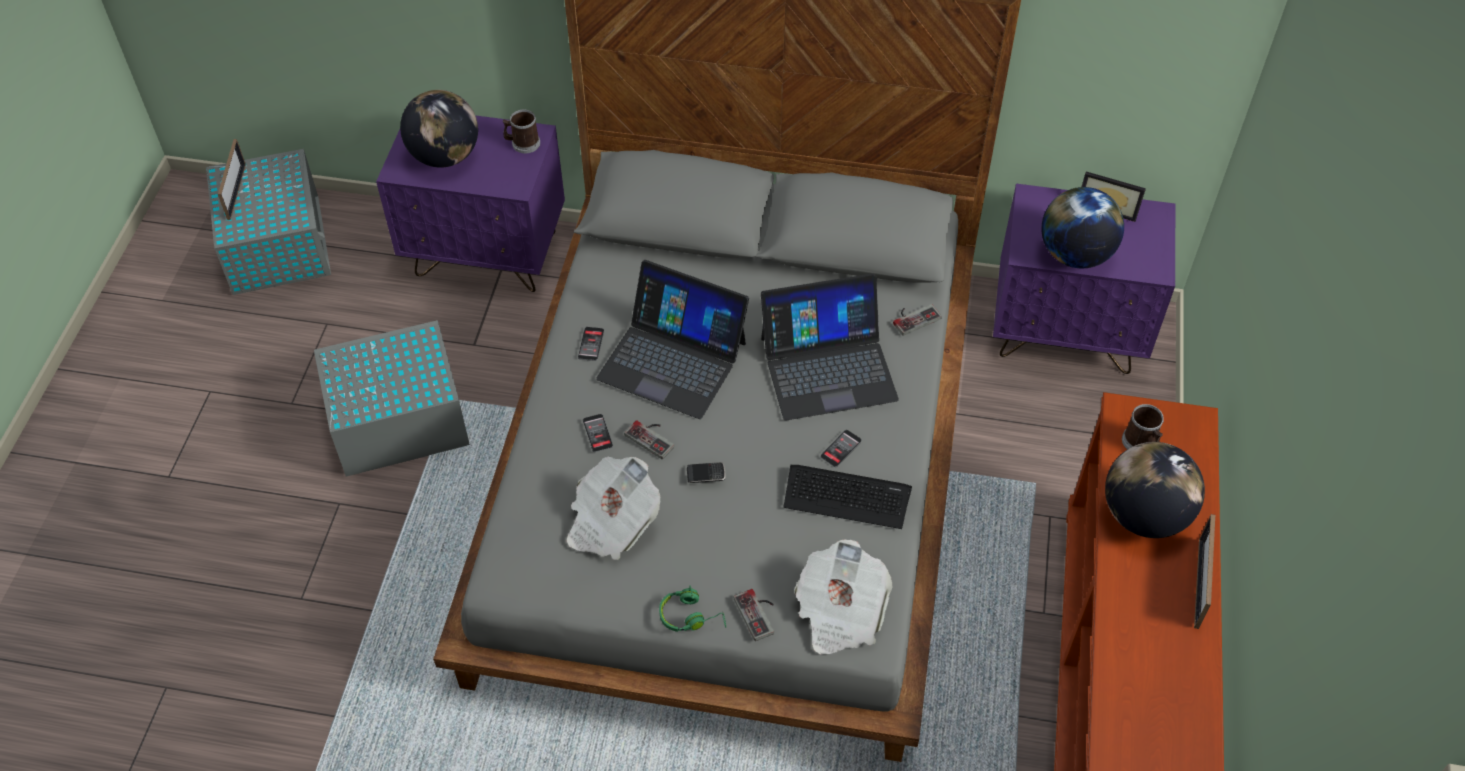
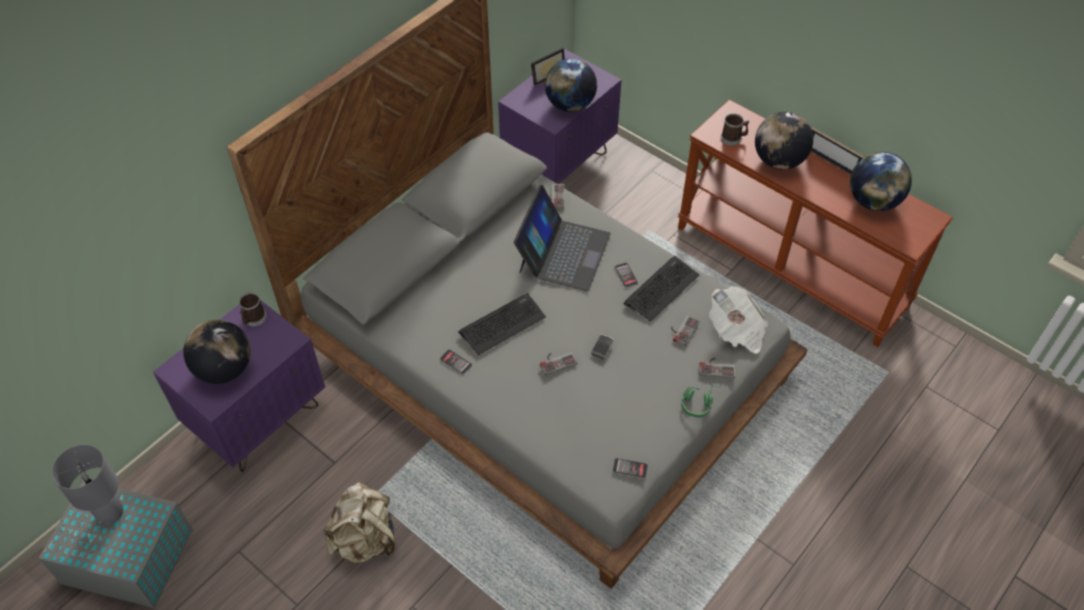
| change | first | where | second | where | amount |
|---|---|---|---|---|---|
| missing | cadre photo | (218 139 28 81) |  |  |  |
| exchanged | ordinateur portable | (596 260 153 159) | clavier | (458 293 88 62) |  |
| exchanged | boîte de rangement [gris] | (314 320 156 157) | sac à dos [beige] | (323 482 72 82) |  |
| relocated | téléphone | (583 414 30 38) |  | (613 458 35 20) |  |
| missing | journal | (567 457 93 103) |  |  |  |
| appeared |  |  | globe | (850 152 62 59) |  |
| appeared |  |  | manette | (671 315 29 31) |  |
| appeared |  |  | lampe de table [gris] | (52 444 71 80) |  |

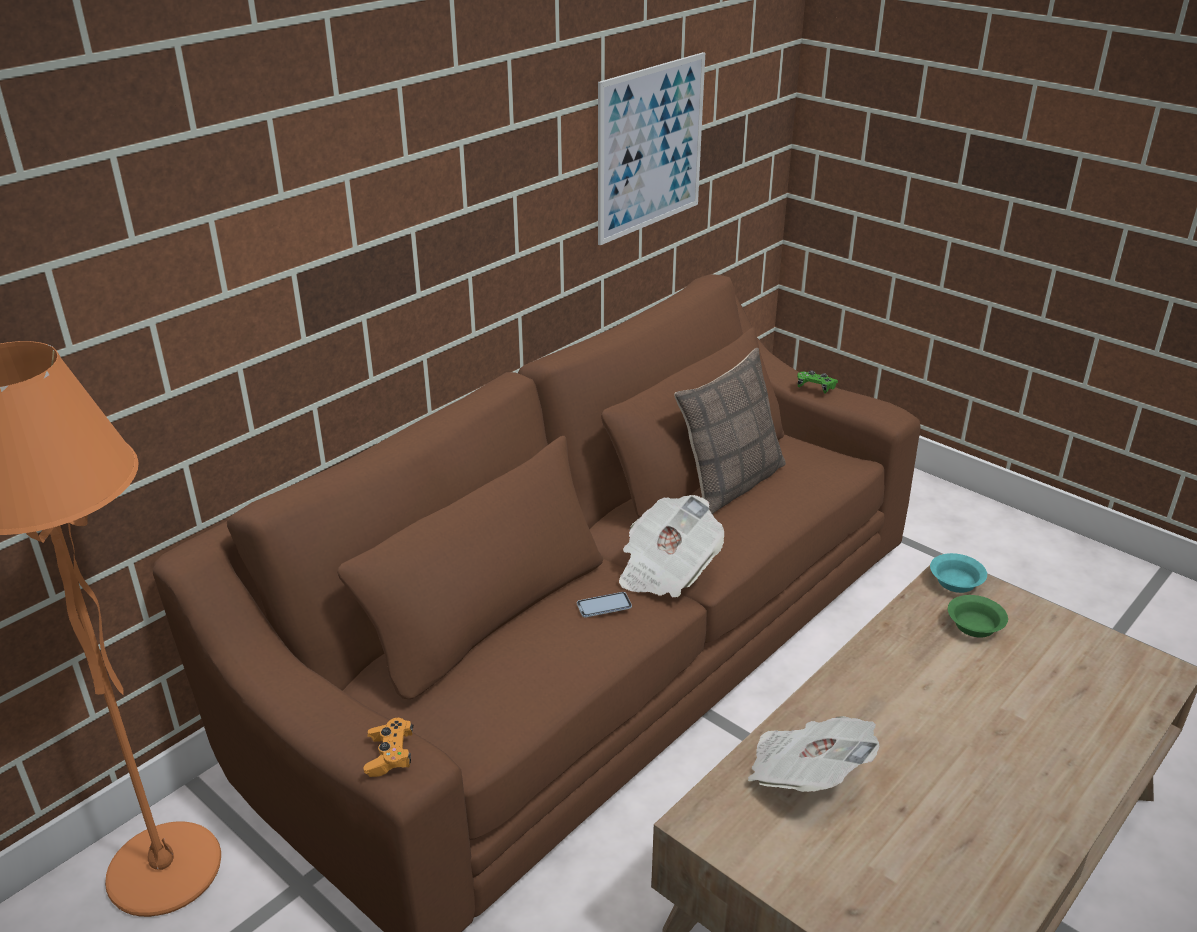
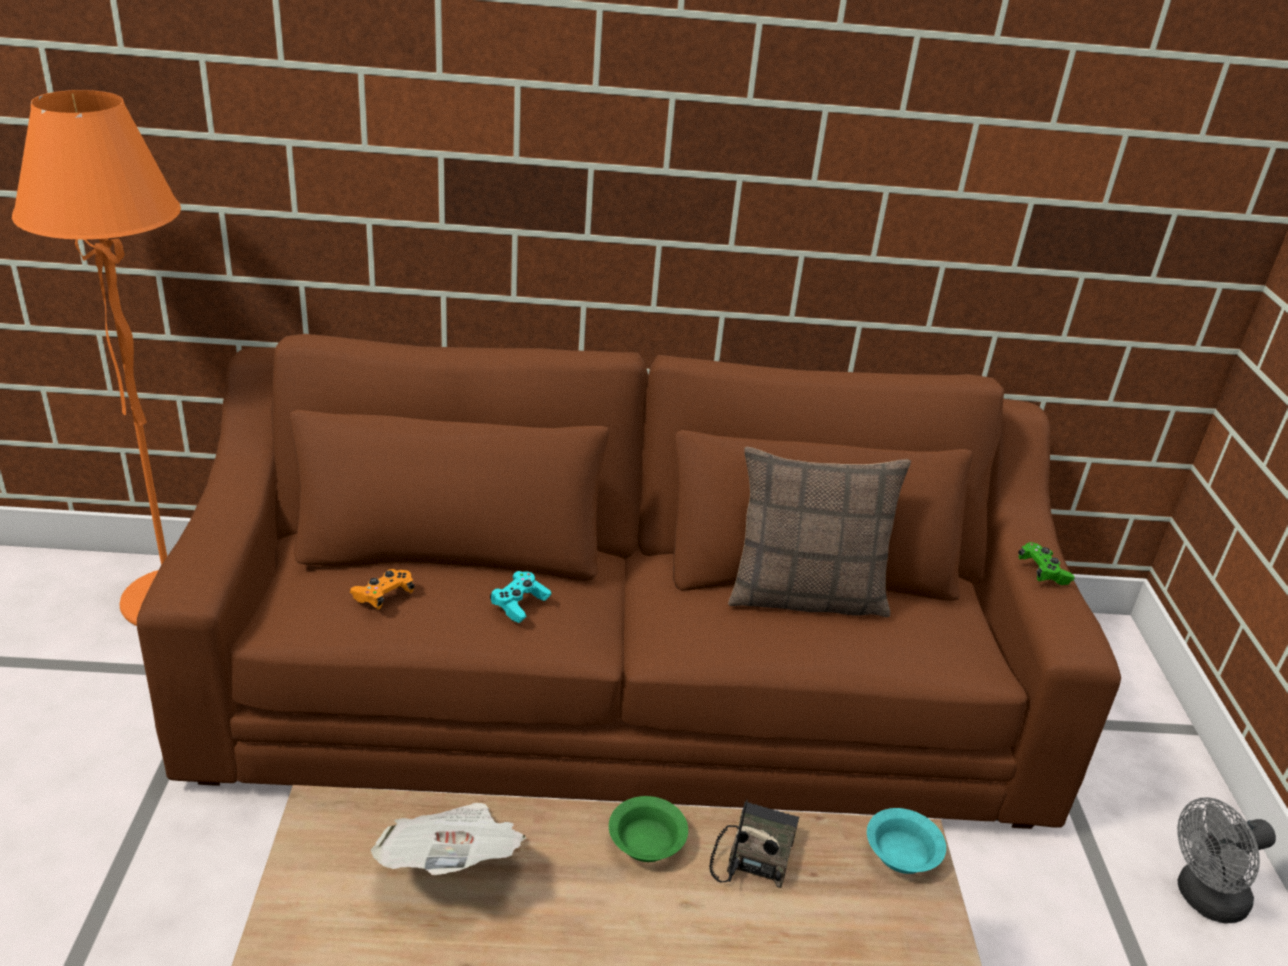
| change | first | where | second | where | amount |
|---|---|---|---|---|---|
| missing | tableau | (598 52 107 193) |  |  |  |
| missing | journal | (619 495 105 102) |  |  |  |
| exchanged | téléphone | (577 592 55 26) | manette [turquoise] | (490 571 61 52) |  |
| relocated | bol [vert] | (948 595 60 43) |  | (609 796 79 66) |  |
| relocated | manette [orange] | (364 718 49 59) |  | (350 569 64 41) |  |
| appeared |  |  | ventilateur [gris] | (1177 797 99 127) |  |
| appeared |  |  | radio | (709 799 90 89) |  |

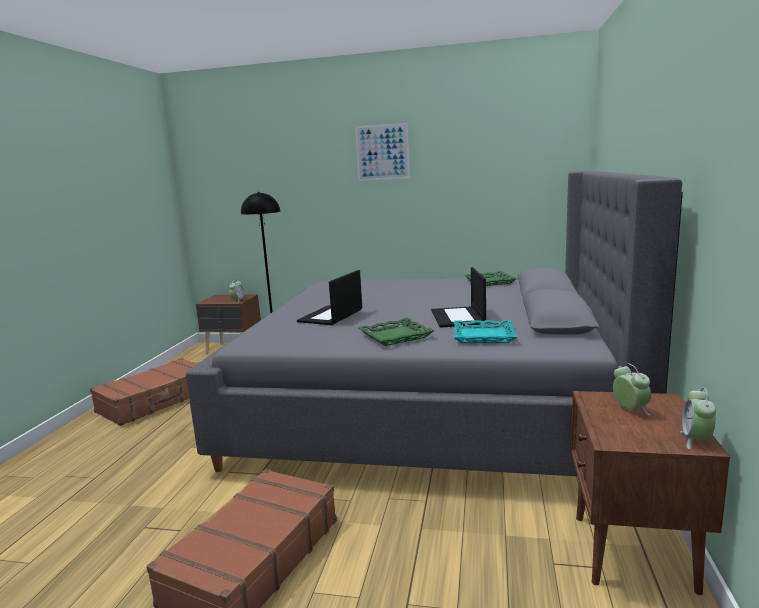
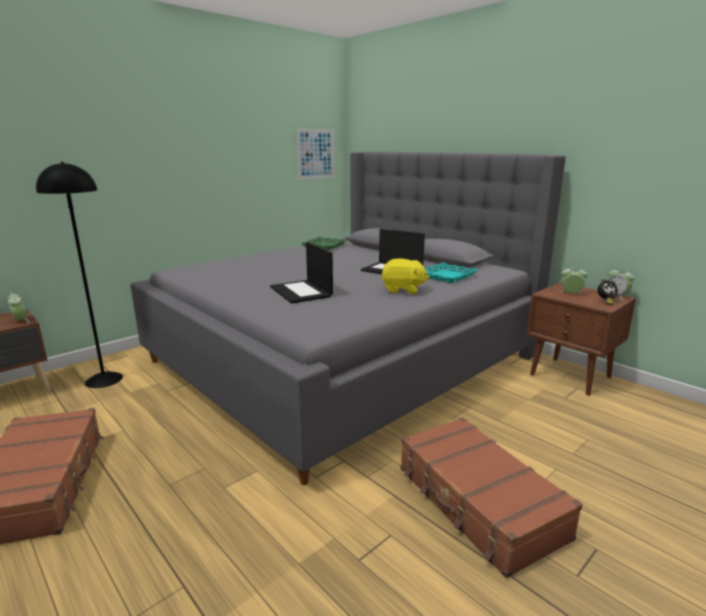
| change | first | where | second | where | amount |
|---|---|---|---|---|---|
| relocated | tableau | (355 123 55 58) |  | (296 129 38 50) |  |
| exchanged | plateau [vert] | (358 318 77 28) | peluche [jaune] | (381 259 49 35) |  |
| appeared |  |  | réveil | (598 278 20 27) |  |

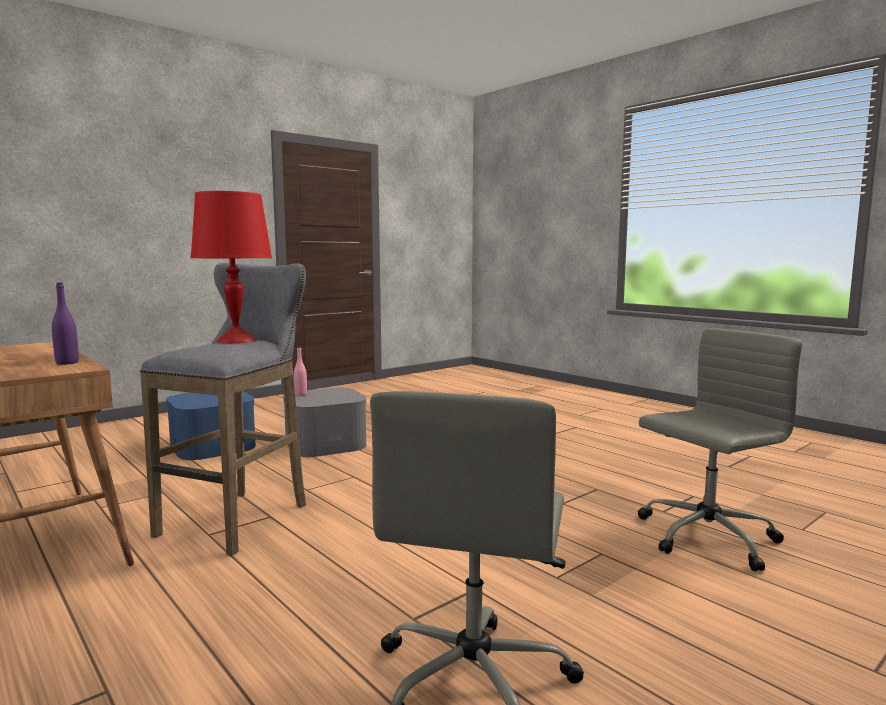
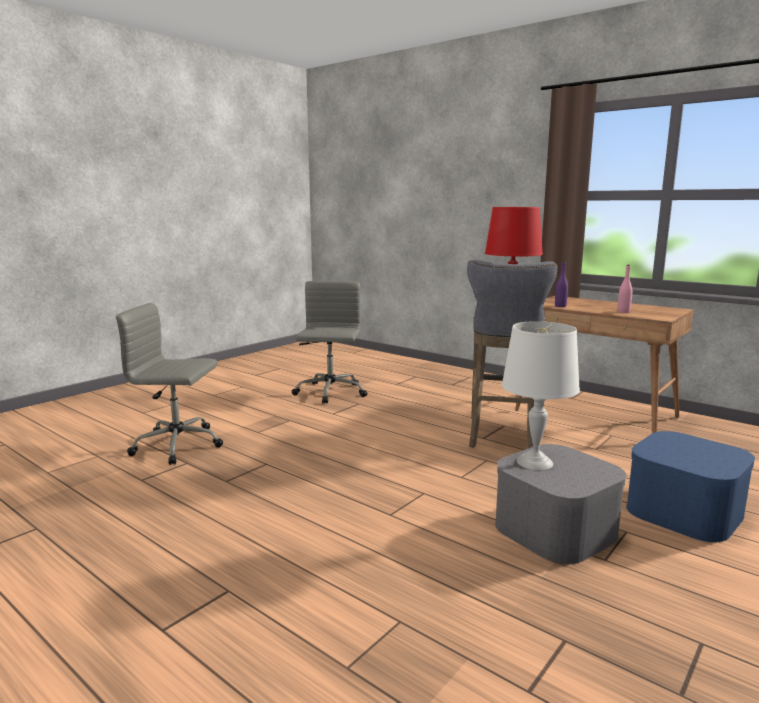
| change | first | where | second | where | amount |
|---|---|---|---|---|---|
| spun | chaise de bureau [gris] | (638 328 164 243) |  | (116 303 107 162) | 45 degrees clockwise |
| relocated | bouteille [rose] | (294 347 13 49) |  | (618 265 14 48) |  |
| appeared |  |  | lampe de table [blanc] | (502 321 78 149) |  |

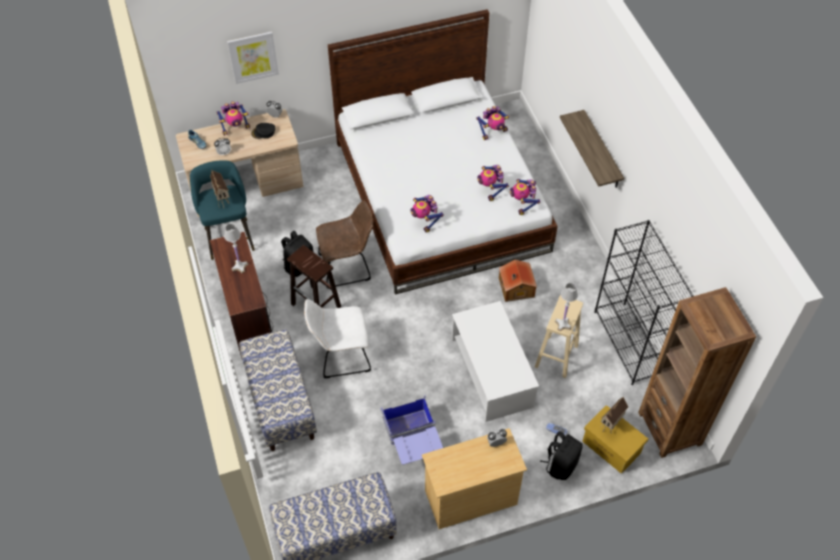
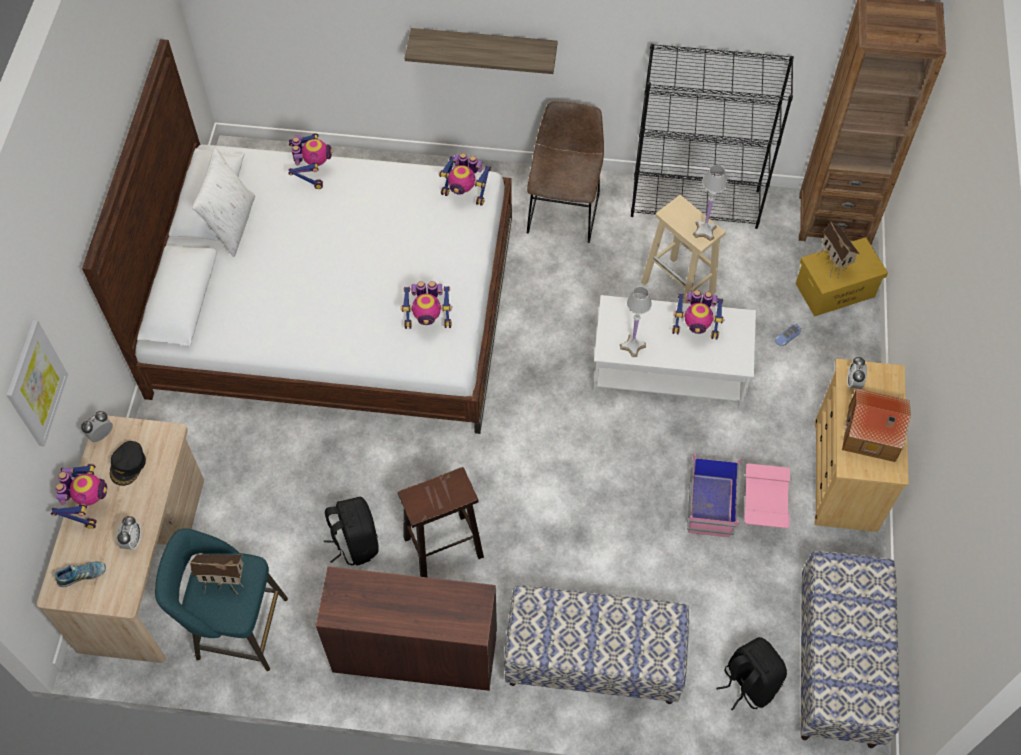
| change | first | where | second | where | amount |
|---|---|---|---|---|---|
| relocated | robot jouet | (477 165 32 36) |  | (672 290 52 49) |  |
| relocated | chaise [marron] | (316 200 57 88) |  | (527 101 77 142) |  |
| relocated | lampe de table [blanc] | (224 224 25 49) |  | (620 286 32 71) |  |
| relocated | maison miniature | (499 260 38 42) |  | (842 388 69 74) |  |
| missing | chaise [blanc] | (304 299 67 79) |  |  |  |
| colour | boîte de rangement [bleu] | (381 394 62 71) | boîte de rangement [rose] | (687 454 103 83) |  |
| relocated | sac à dos [noir] | (540 431 43 49) |  | (716 637 71 74) |  |
| appeared |  |  | coussin [blanc] | (192 147 63 110) |  |

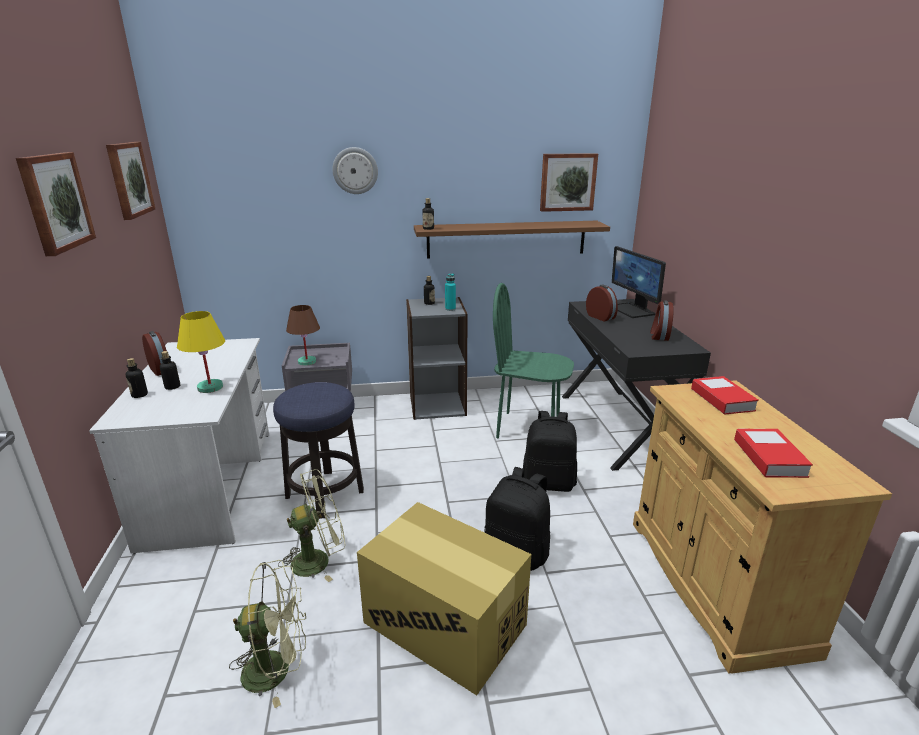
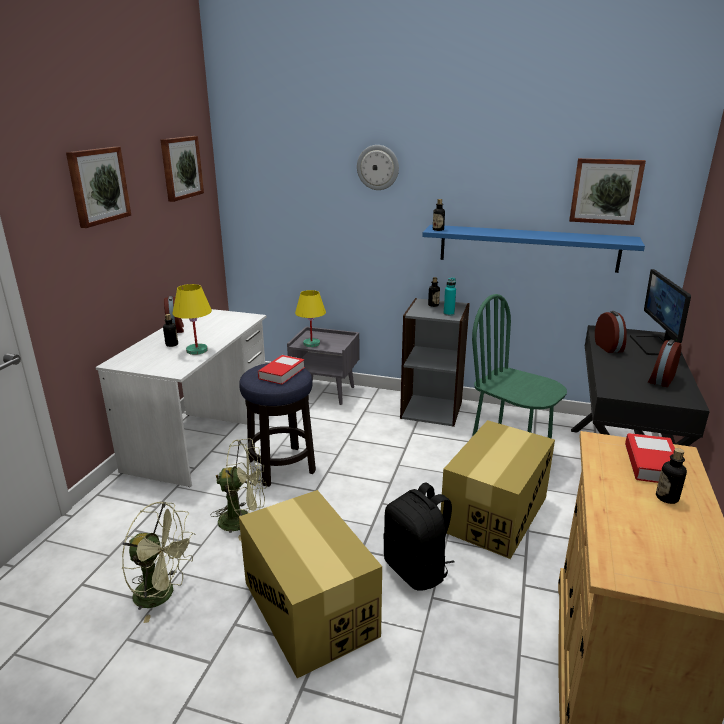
| change | first | where | second | where | amount |
|---|---|---|---|---|---|
| colour | étagère [marron] | (414 221 196 38) | étagère [bleu] | (422 225 223 48) |  |
| colour | lampe de table [marron] | (286 305 34 61) | lampe de table [jaune] | (295 290 31 57) |  |
| relocated | bouteille | (125 358 23 40) |  | (656 448 31 56) |  |
| exchanged | sac à dos [noir] | (523 411 54 81) | carton | (441 420 114 139) |  |
| relocated | livre | (734 429 79 49) |  | (258 355 47 29) |  |

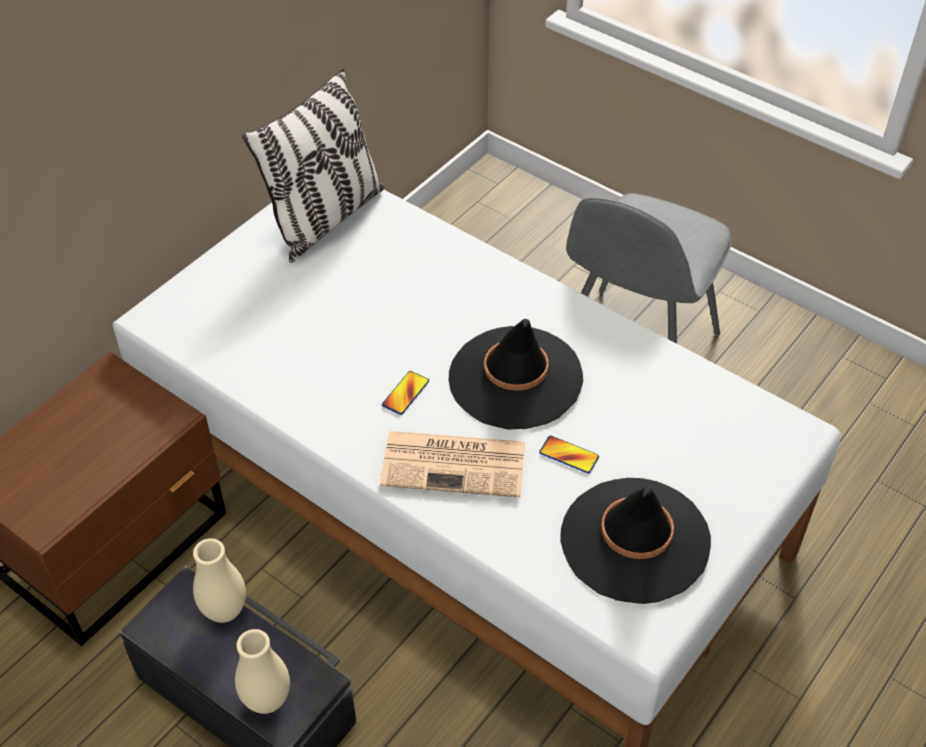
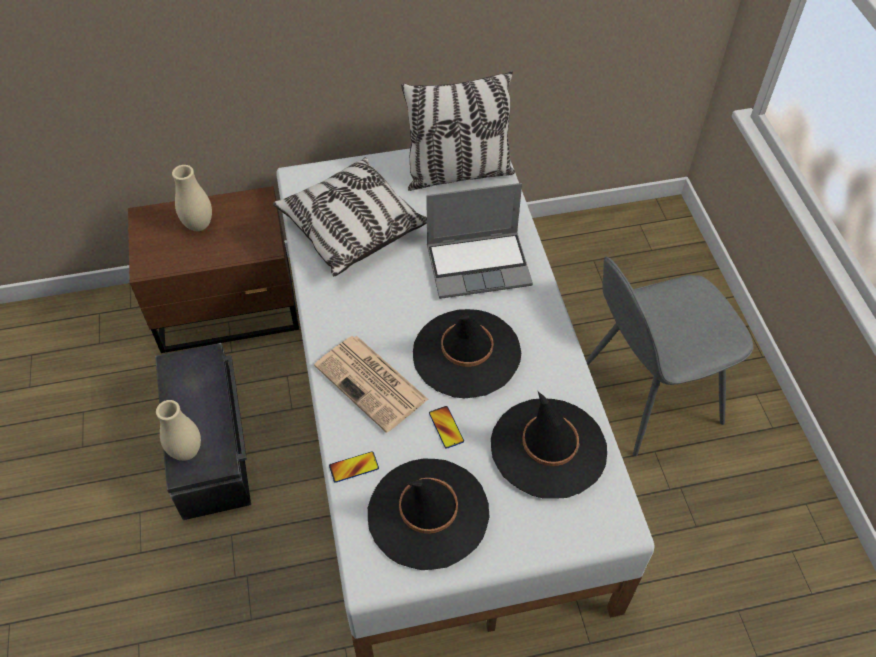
| change | first | where | second | where | amount |
|---|---|---|---|---|---|
| relocated | téléphone | (382 371 47 44) |  | (329 451 50 32) |  |
| relocated | vase [beige] | (193 538 53 85) |  | (172 165 40 66) |  |
| appeared |  |  | coussin | (273 157 154 119) |  |
| appeared |  |  | ordinateur portable | (426 183 107 116) |  |
| appeared |  |  | chapeau [noir] | (491 391 116 108) |  |

